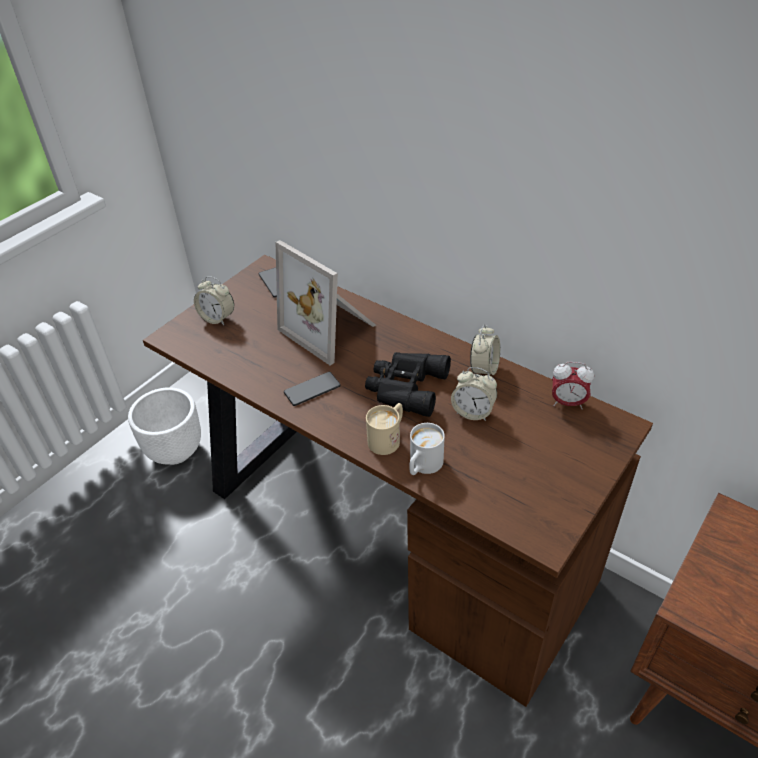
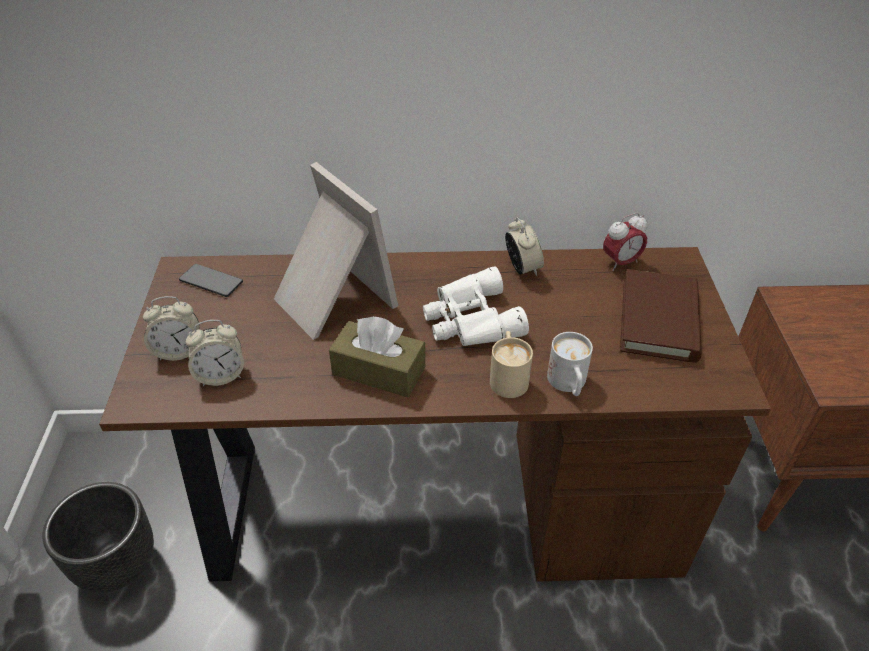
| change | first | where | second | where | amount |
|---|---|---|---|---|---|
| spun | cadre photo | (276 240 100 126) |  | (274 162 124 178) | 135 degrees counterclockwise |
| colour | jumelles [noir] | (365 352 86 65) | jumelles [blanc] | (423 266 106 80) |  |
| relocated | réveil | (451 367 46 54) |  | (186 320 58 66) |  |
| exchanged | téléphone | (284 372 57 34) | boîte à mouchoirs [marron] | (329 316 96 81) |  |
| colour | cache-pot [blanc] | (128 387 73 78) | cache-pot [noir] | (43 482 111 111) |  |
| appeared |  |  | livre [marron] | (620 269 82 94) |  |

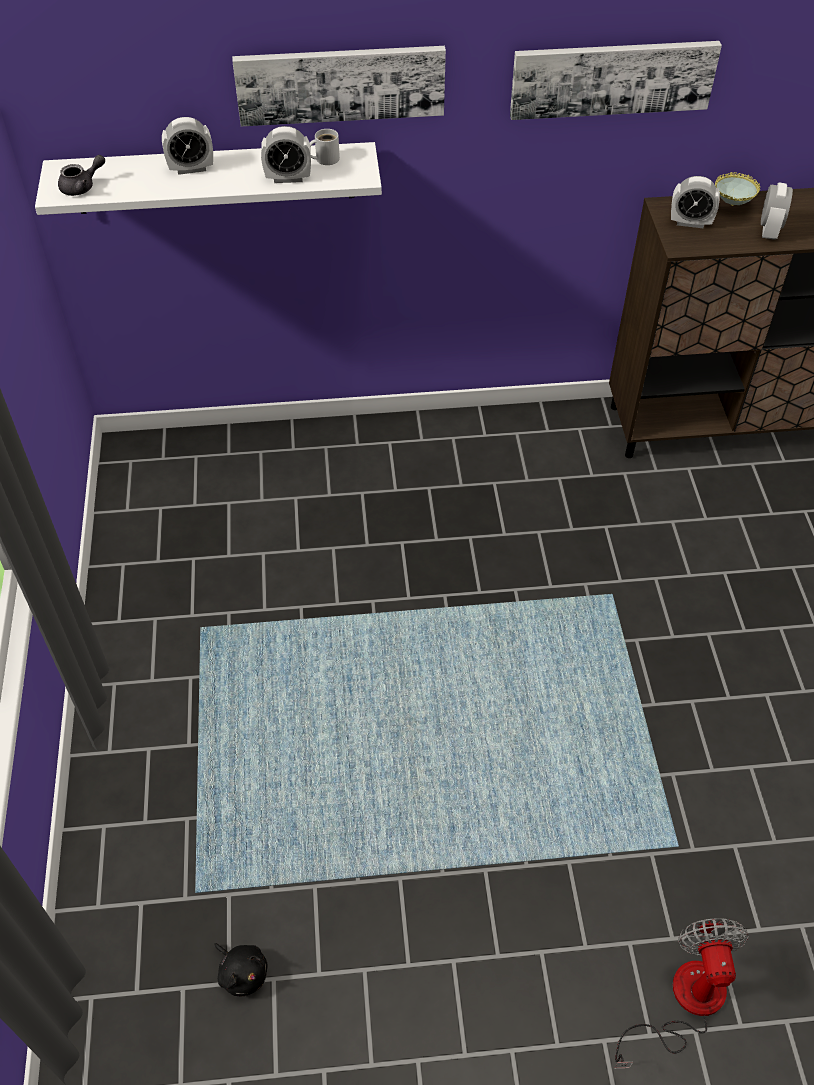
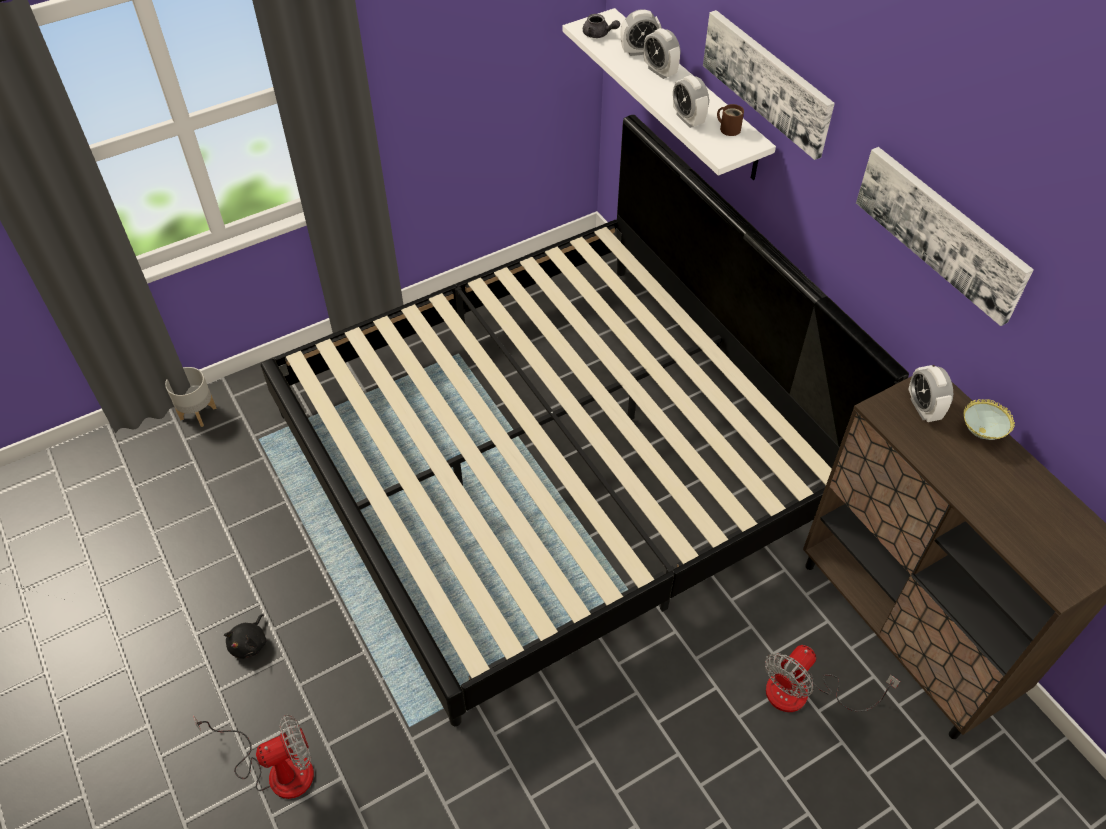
| change | first | where | second | where | amount |
|---|---|---|---|---|---|
| colour | mug [blanc] | (310 129 30 36) | mug [marron] | (717 104 27 32) |  |
| relocated | réveil | (761 183 32 57) |  | (621 10 41 46) |  |
| relocated | peluche [noir] | (214 943 54 54) |  | (224 614 42 45) |  |
| appeared |  |  | lit | (261 115 648 611) |  |
| appeared |  |  | cache-pot [gris] | (165 367 52 60) |  |
| appeared |  |  | ventilateur | (765 645 135 67) |  |

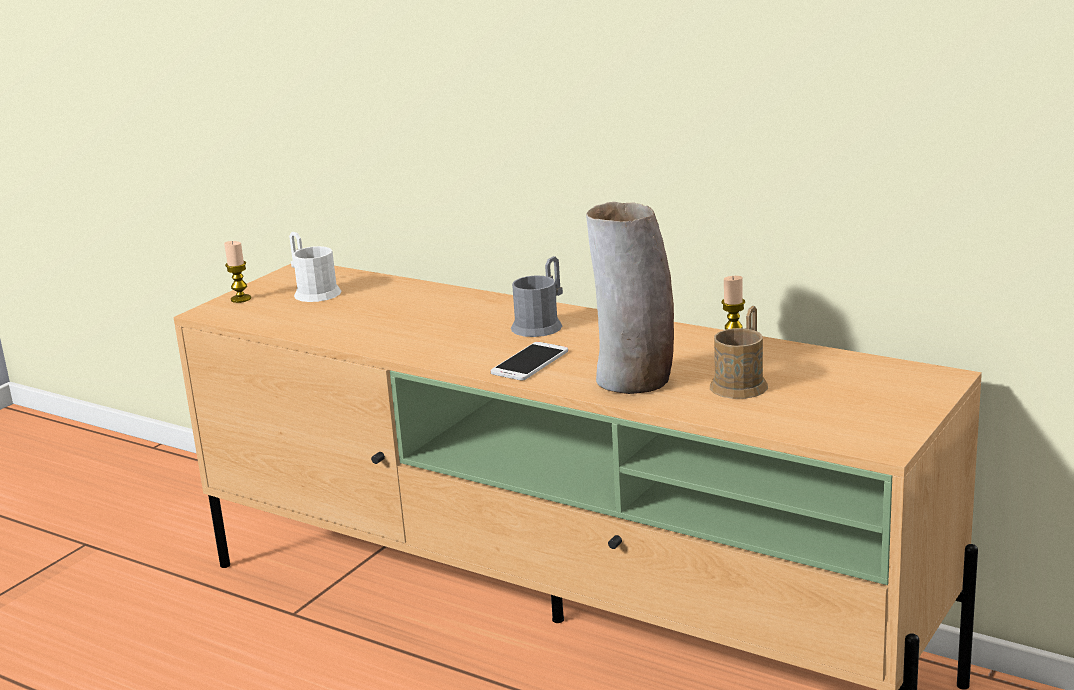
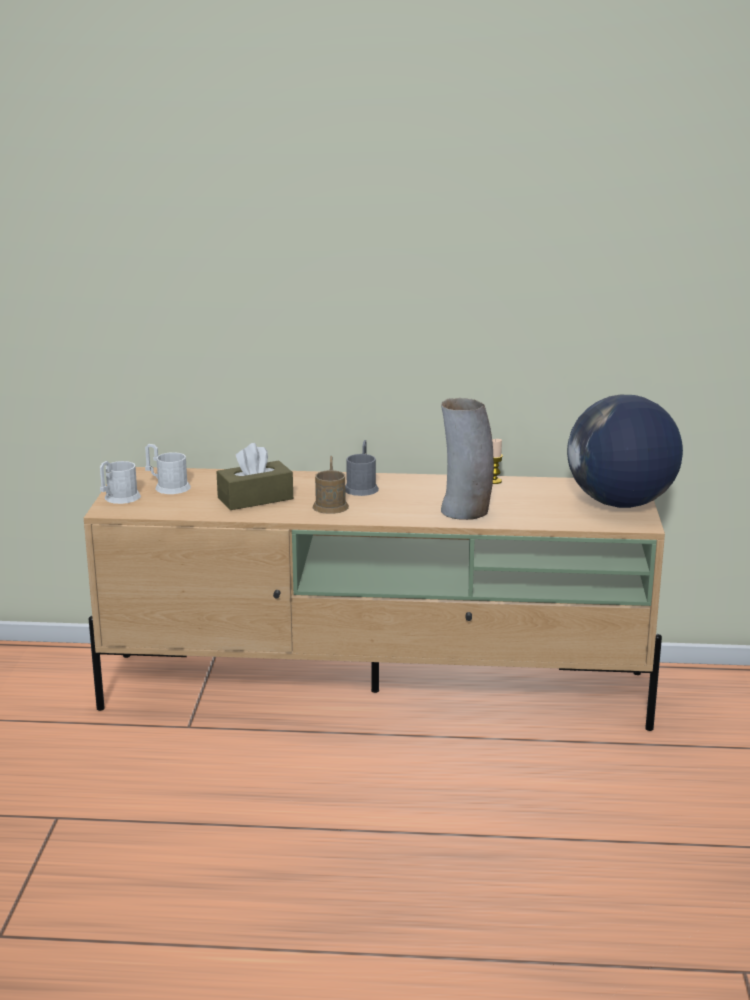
| change | first | where | second | where | amount |
|---|---|---|---|---|---|
| exchanged | bougie | (224 241 27 62) | mug [blanc] | (100 461 41 43) |  |
| relocated | mug [marron] | (710 306 58 93) |  | (313 456 36 58) |  |
| missing | téléphone | (491 342 77 39) |  |  |  |
| appeared |  |  | globe | (567 395 116 113) |  |
| appeared |  |  | boîte à mouchoirs [marron] | (216 443 77 67) |  |

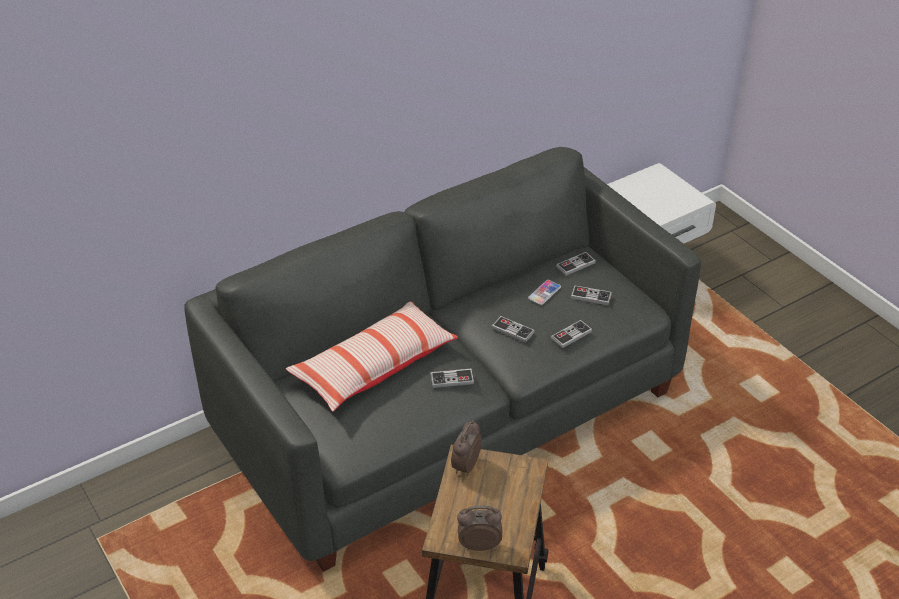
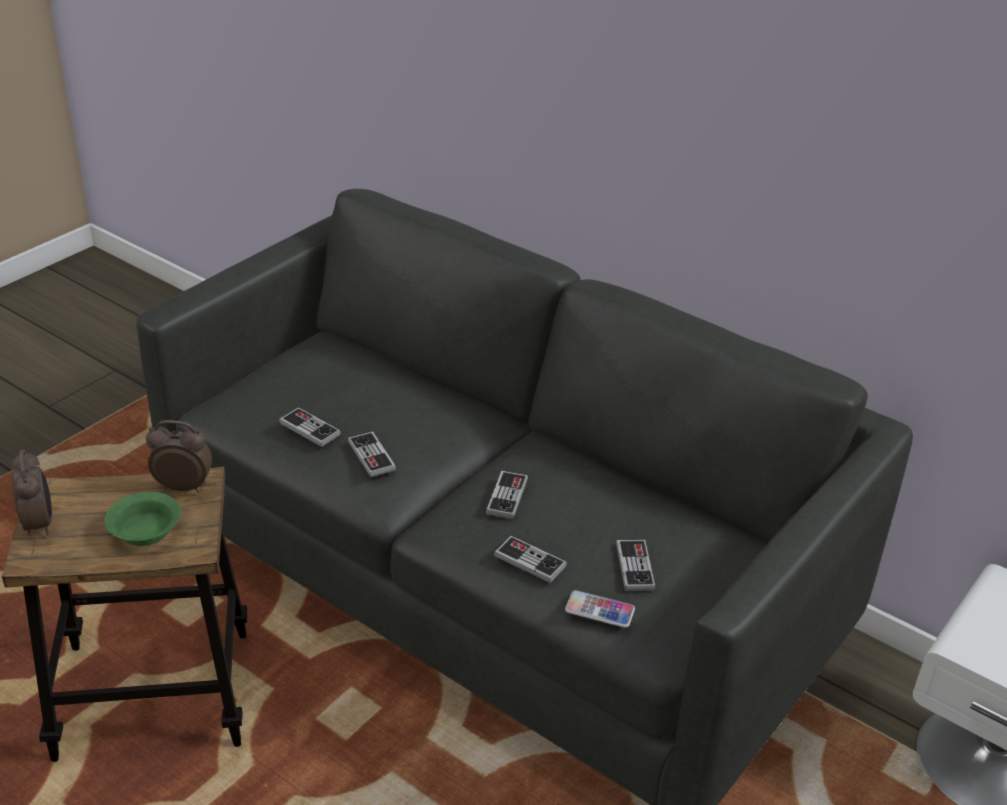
| change | first | where | second | where | amount |
|---|---|---|---|---|---|
| relocated | manette | (556 252 40 24) |  | (279 407 62 40) |  |
| relocated | téléphone | (528 280 33 25) |  | (565 590 70 38) |  |
| missing | coussin | (286 301 172 111) |  |  |  |
| appeared |  |  | bol [vert] | (105 492 76 54) |  |

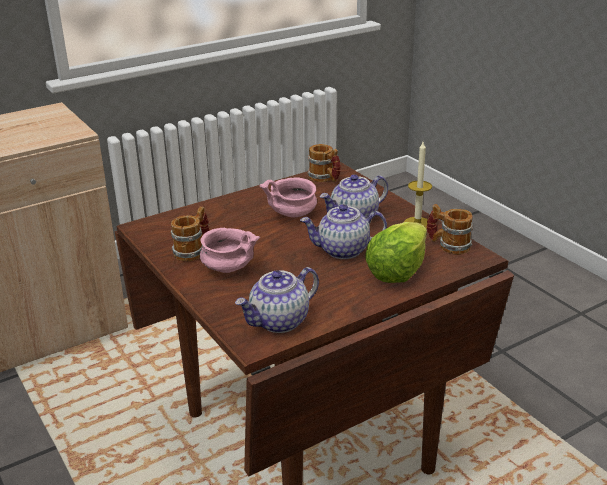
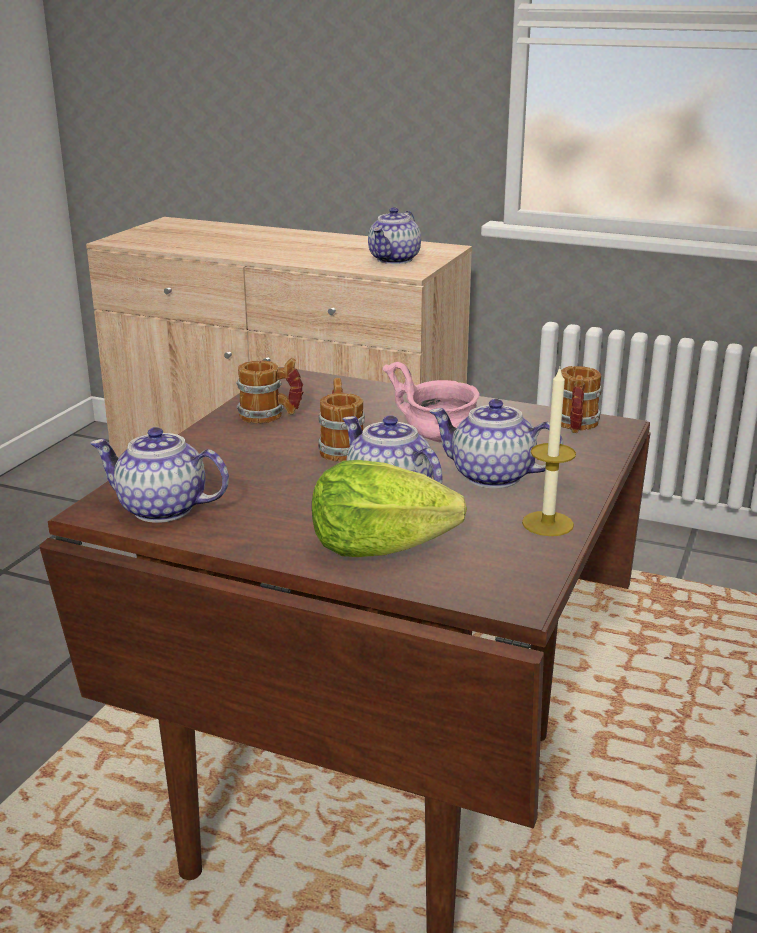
| change | first | where | second | where | amount |
|---|---|---|---|---|---|
| relocated | mug | (427 204 46 51) |  | (318 378 47 84) |  |
| missing | bol [rose] | (200 228 60 45) |  |  |  |
| appeared |  |  | théière | (368 207 53 57) |  |

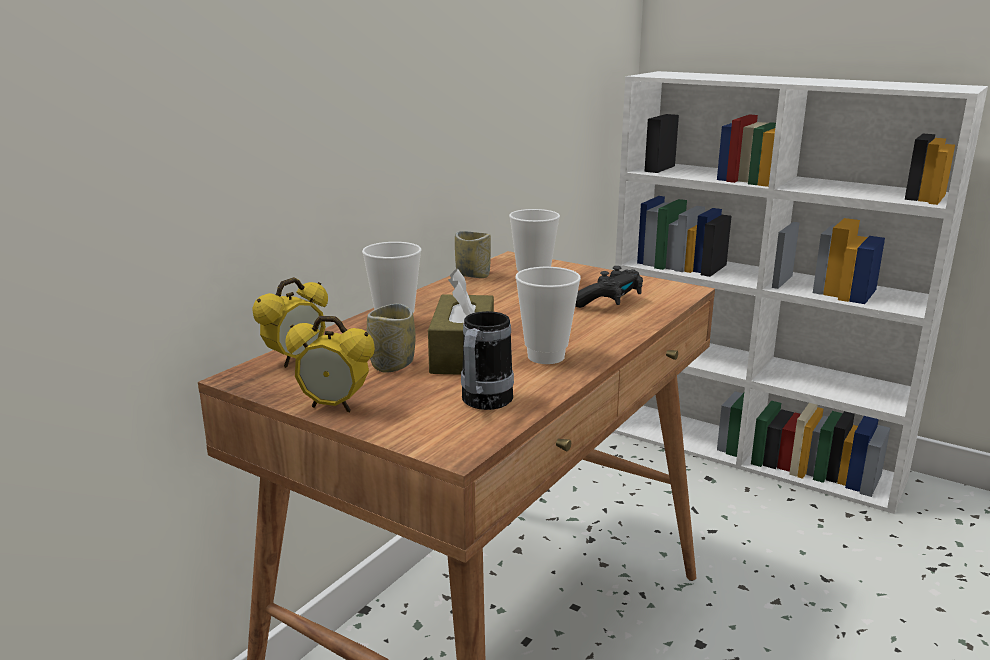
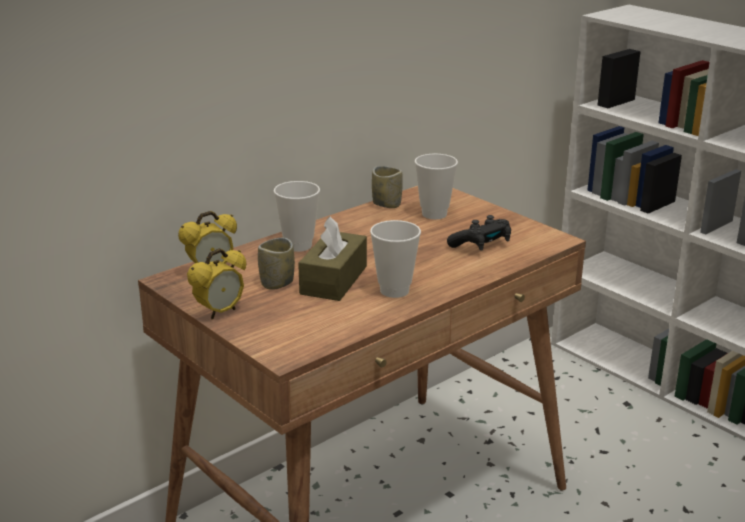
| change | first | where | second | where | amount |
|---|---|---|---|---|---|
| missing | mug | (461 311 53 99) |  |  |  |
| spun | réveil | (286 316 89 96) |  | (187 248 59 71) | 75 degrees counterclockwise |

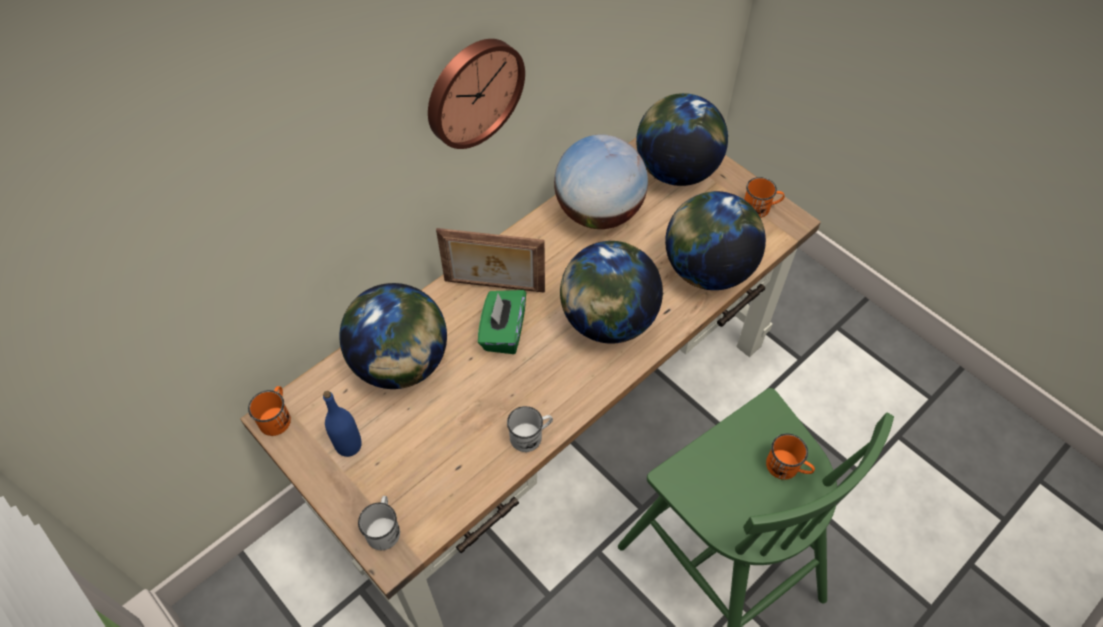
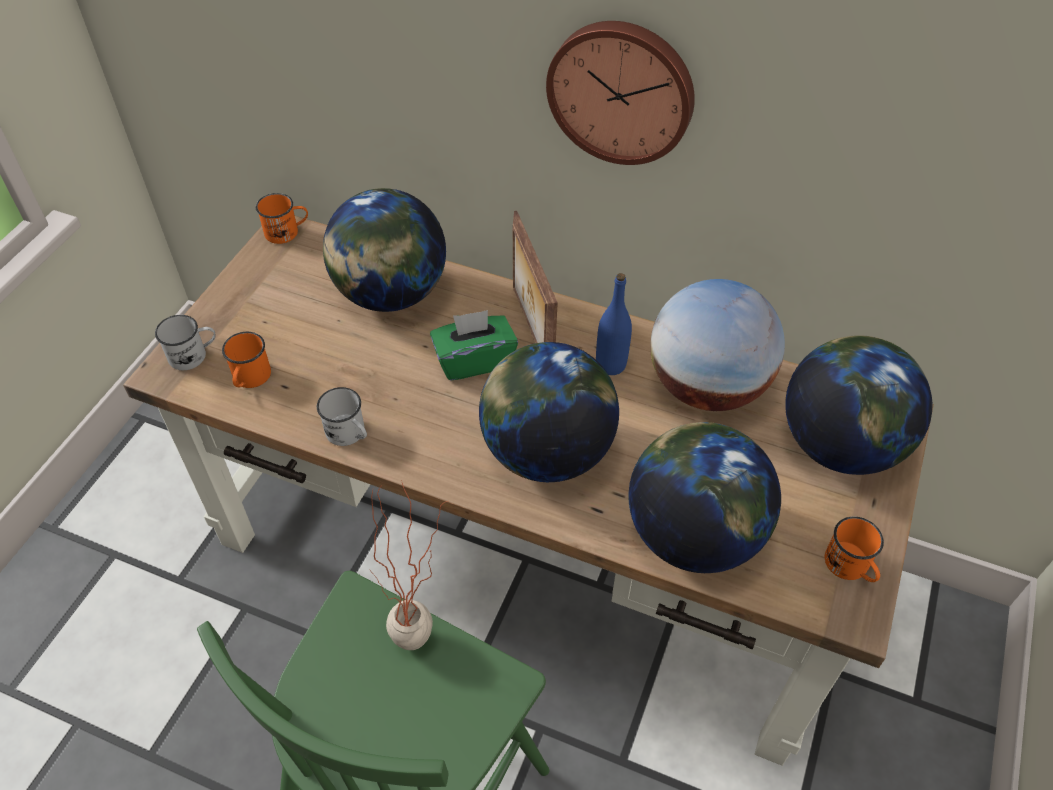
| change | first | where | second | where | amount |
|---|---|---|---|---|---|
| relocated | bouteille [bleu] | (323 391 39 66) |  | (596 273 36 102) |  |
| relocated | mug [orange] | (766 434 49 46) |  | (222 332 49 56) |  |
| appeared |  |  | plante en pot | (370 480 77 170) |  |

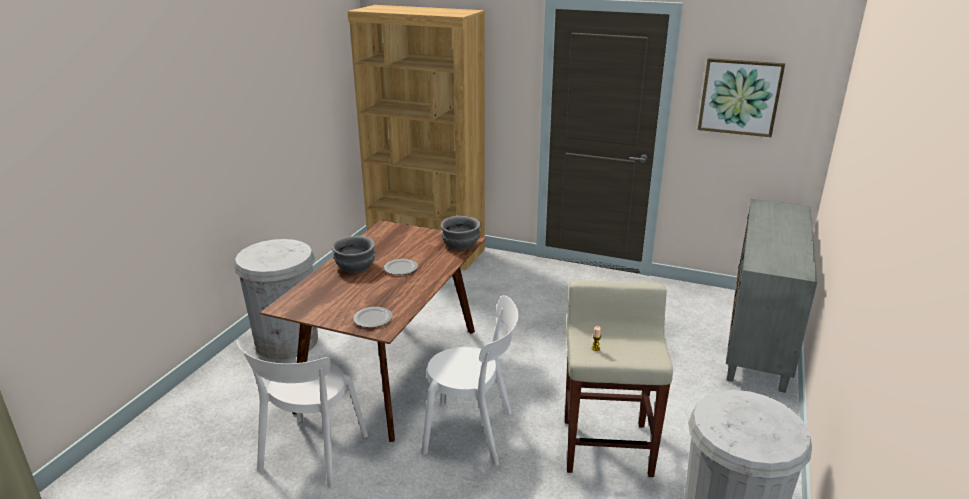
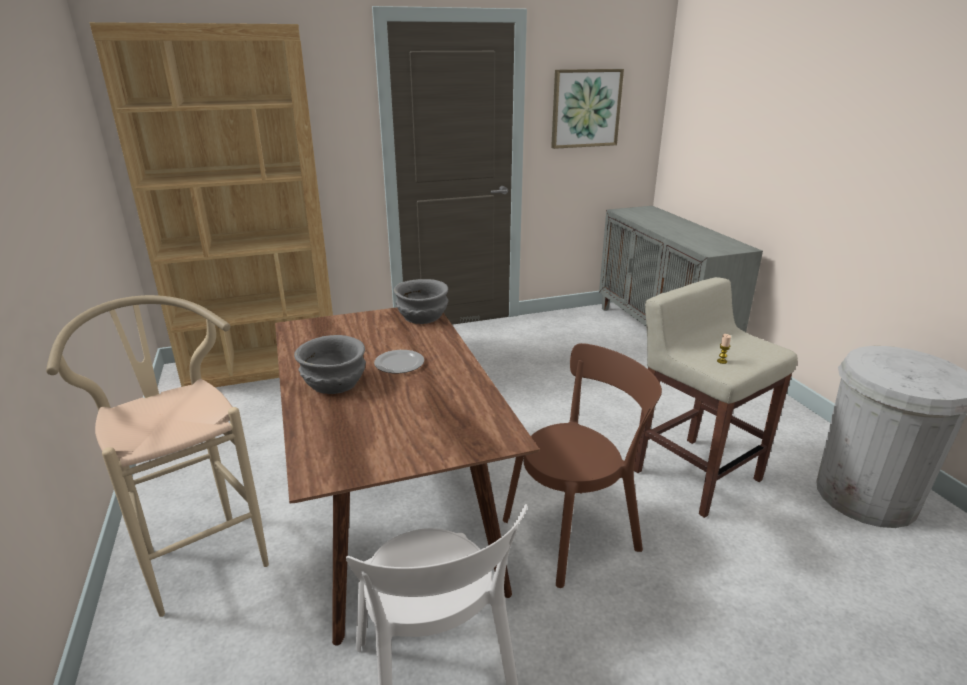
| change | first | where | second | where | amount |
|---|---|---|---|---|---|
| exchanged | poubelle [blanc] | (234 239 84 121) | tabouret [beige] | (46 295 223 322) |  |
| colour | chaise [blanc] | (421 295 97 170) | chaise [marron] | (503 343 159 245) |  |
| missing | assiette | (353 307 39 21) |  |  |  |

